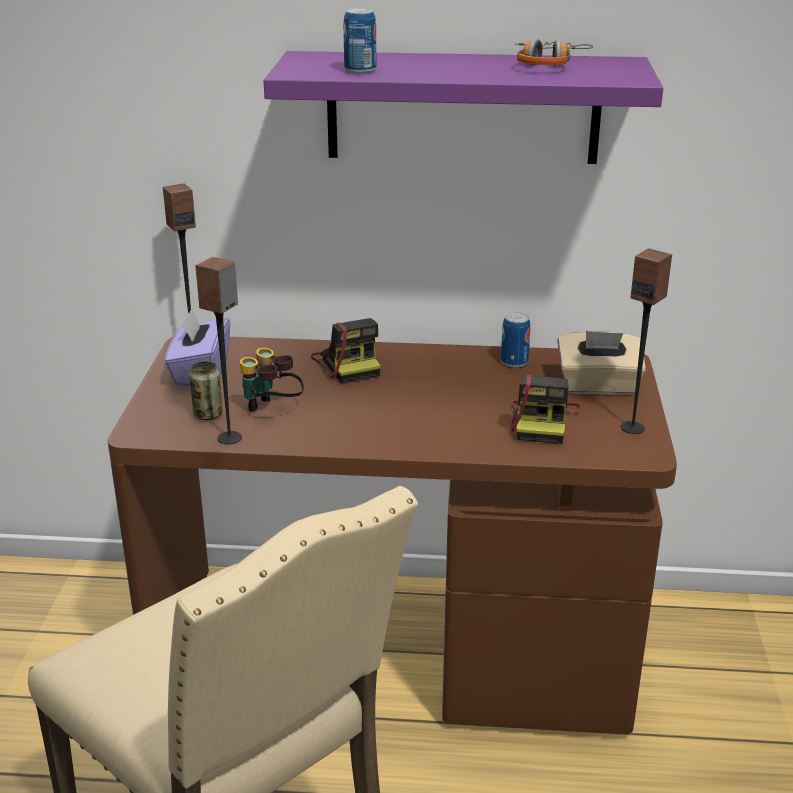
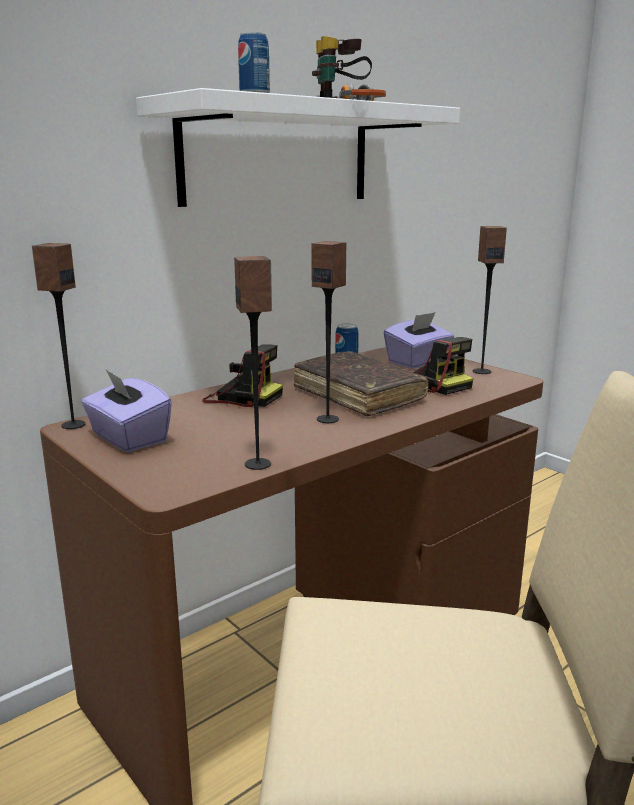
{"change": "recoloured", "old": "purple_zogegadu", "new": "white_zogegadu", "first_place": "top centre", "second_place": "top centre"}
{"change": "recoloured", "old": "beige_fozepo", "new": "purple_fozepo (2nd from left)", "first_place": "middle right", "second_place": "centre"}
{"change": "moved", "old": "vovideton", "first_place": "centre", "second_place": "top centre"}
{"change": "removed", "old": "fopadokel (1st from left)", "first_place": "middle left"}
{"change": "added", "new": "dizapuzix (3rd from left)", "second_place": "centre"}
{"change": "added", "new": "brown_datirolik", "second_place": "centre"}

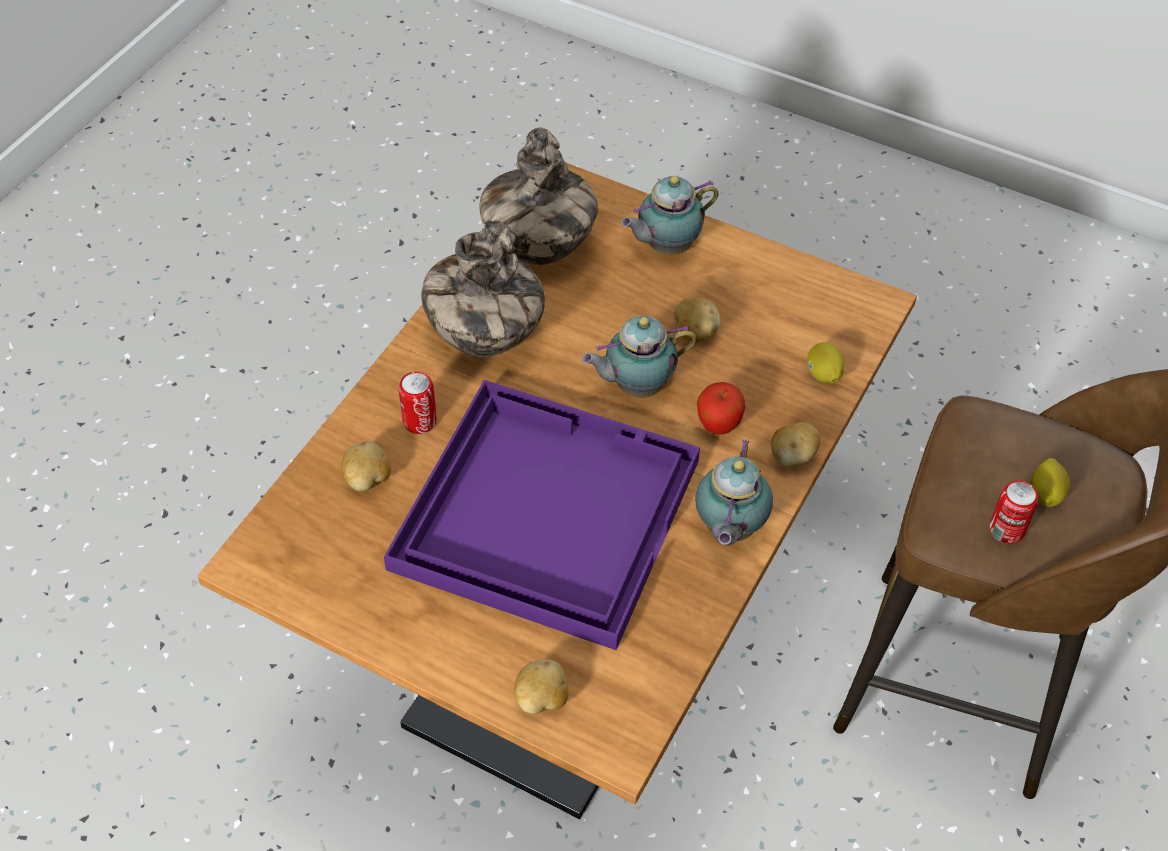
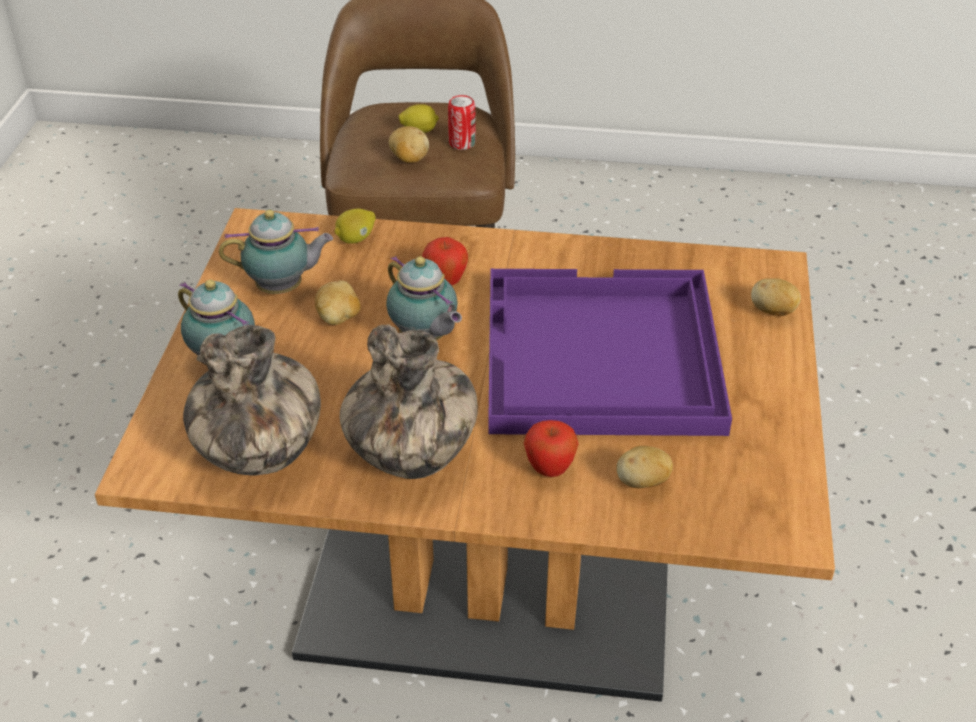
{"change": "replaced", "old": "fopadokel (1st from left)", "new": "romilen (2nd from left)", "first_place": "centre", "second_place": "centre"}
{"change": "moved", "old": "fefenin (4th from left in the first image)", "new": "fefenin (2nd from left)", "first_place": "middle right", "second_place": "top centre"}
{"change": "moved", "old": "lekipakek (3rd from left in the first image)", "new": "lekipakek (2nd from left)", "first_place": "centre", "second_place": "middle left"}

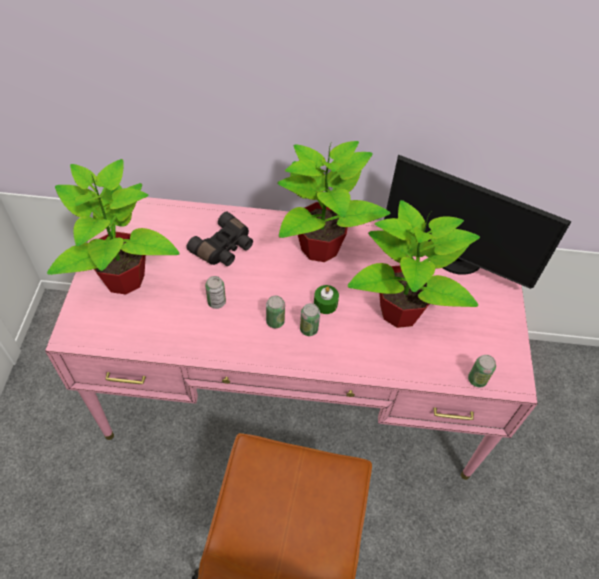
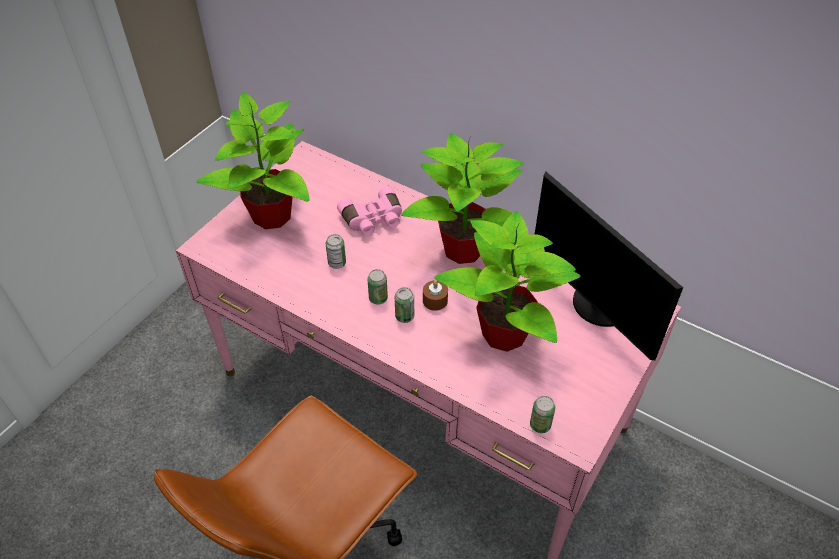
{"change": "recoloured", "old": "black_vovideton", "new": "pink_vovideton", "first_place": "centre", "second_place": "centre"}
{"change": "recoloured", "old": "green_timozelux", "new": "brown_timozelux", "first_place": "centre", "second_place": "centre"}

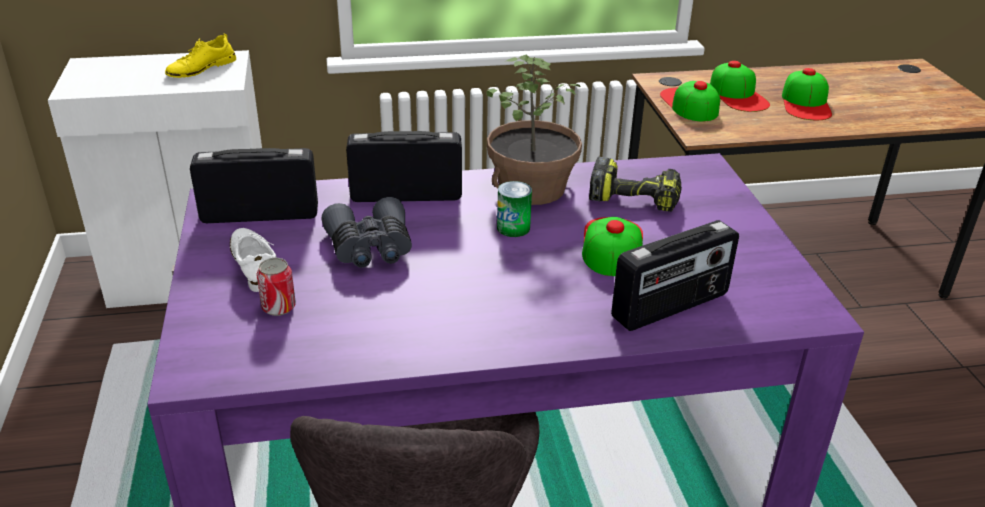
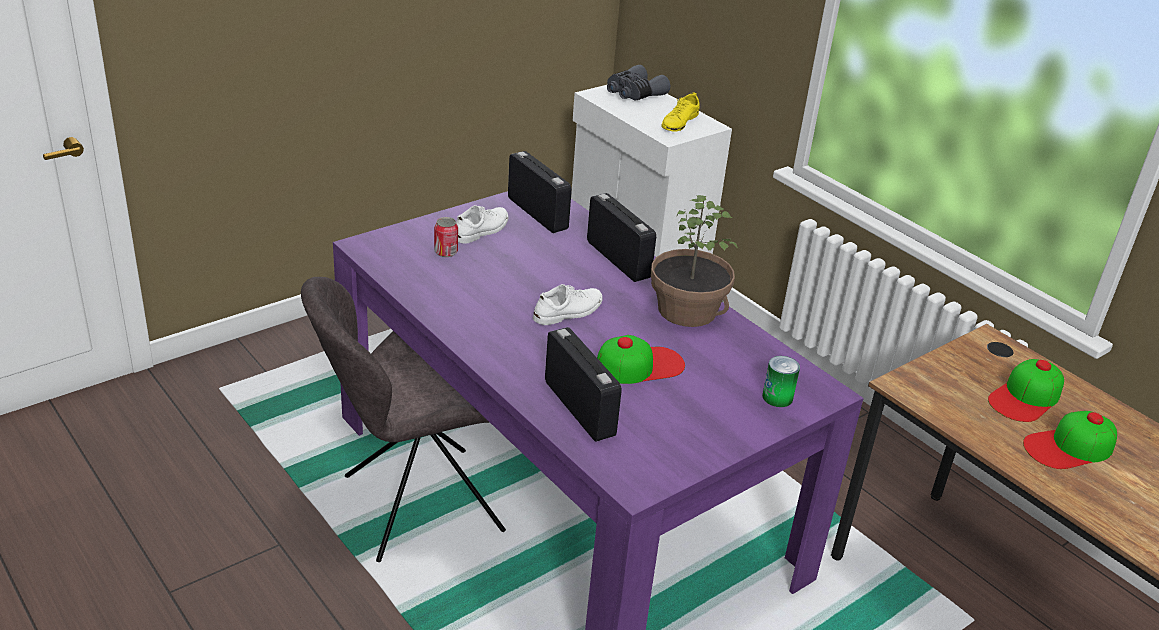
{"change": "turned", "old": "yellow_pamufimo", "first_place": "top left", "second_place": "top centre", "degrees": -75}
{"change": "removed", "old": "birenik (2nd from left)", "first_place": "top right"}
{"change": "removed", "old": "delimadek", "first_place": "centre"}
{"change": "moved", "old": "fopadokel (2nd from left)", "first_place": "centre", "second_place": "middle right"}
{"change": "moved", "old": "grey_vovideton", "first_place": "centre", "second_place": "top centre"}
{"change": "turned", "old": "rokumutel (3rd from left in the first image)", "first_place": "middle right", "second_place": "centre", "degrees": -150}
{"change": "added", "new": "white_pamufimo (2nd from left)", "second_place": "centre"}

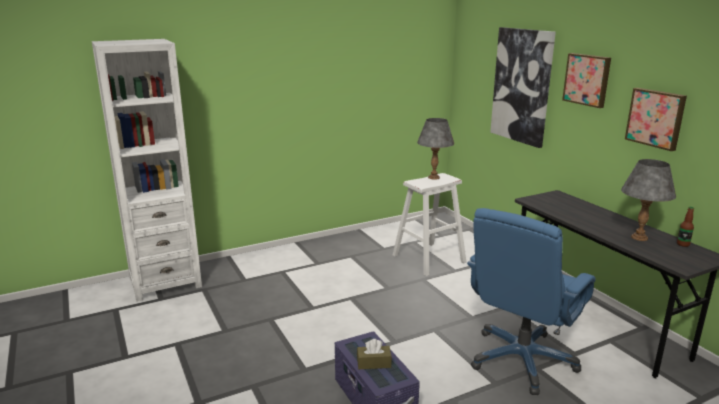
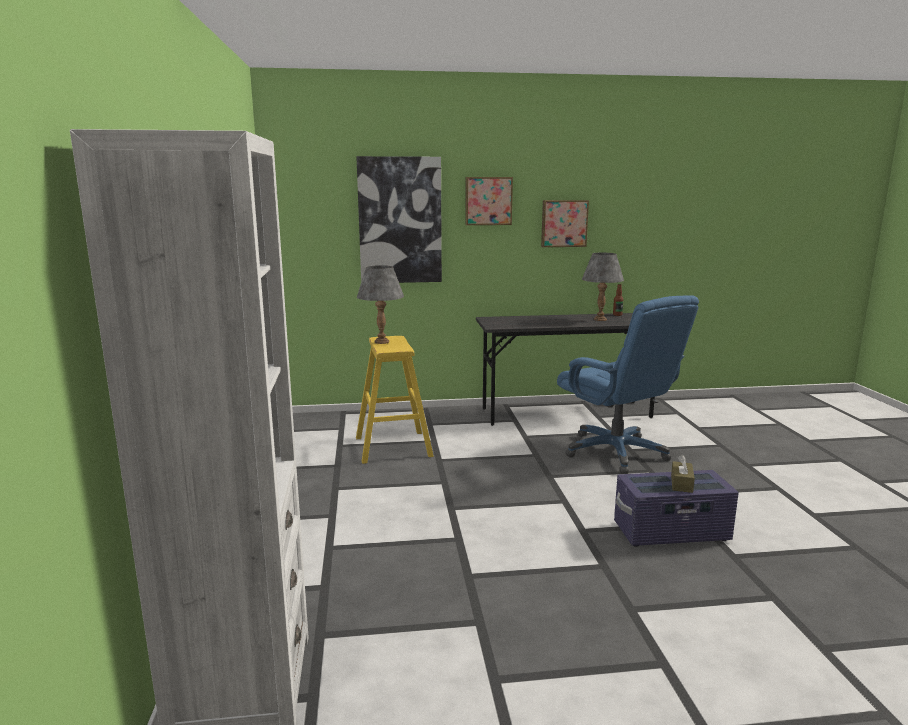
{"change": "recoloured", "old": "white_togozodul", "new": "yellow_togozodul", "first_place": "centre", "second_place": "centre"}

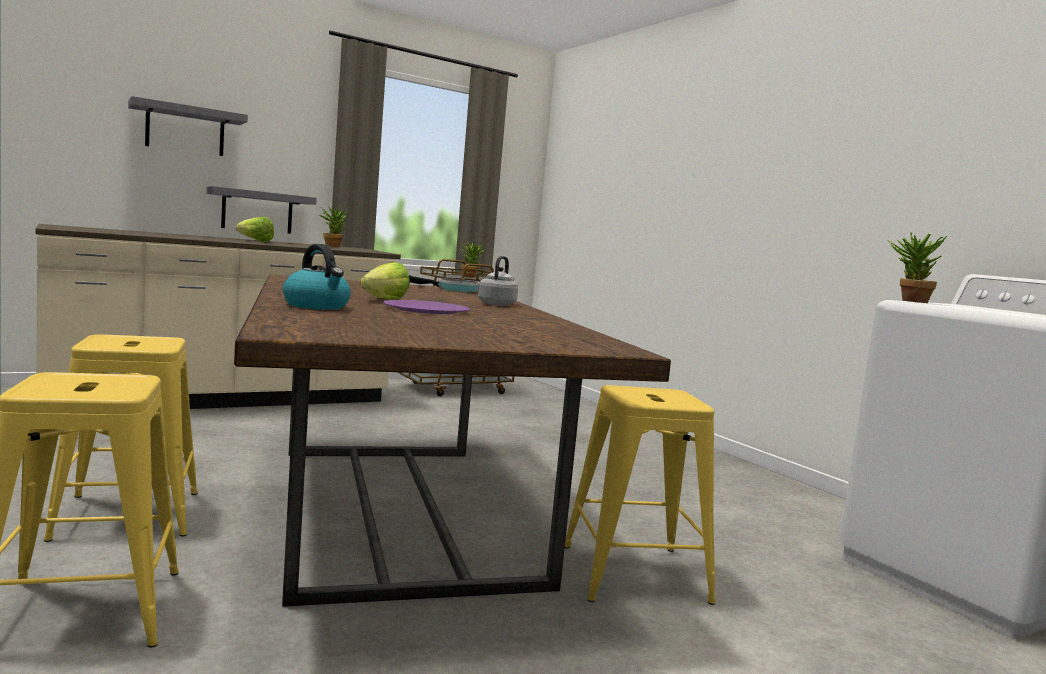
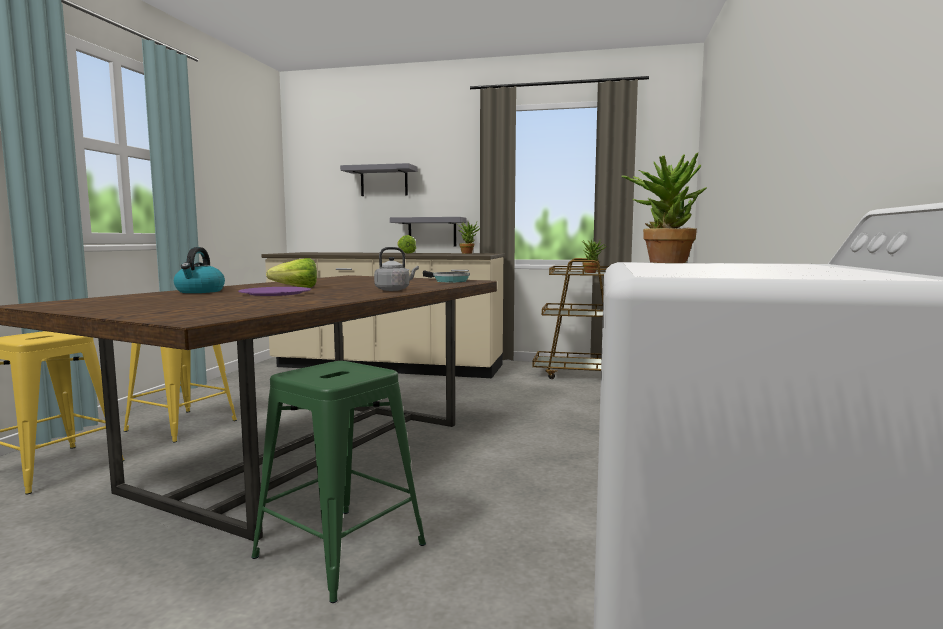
{"change": "recoloured", "old": "yellow_togozodul (3rd from left)", "new": "green_togozodul", "first_place": "bottom centre", "second_place": "bottom centre"}

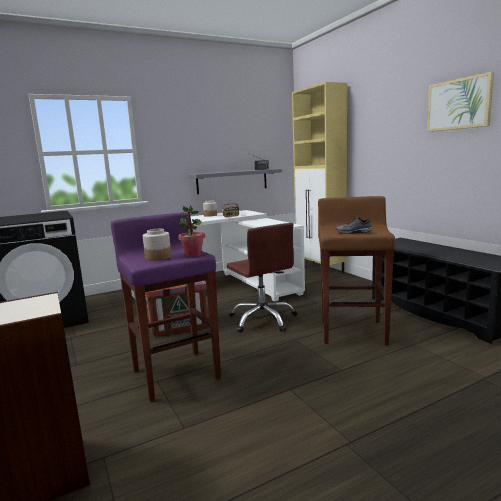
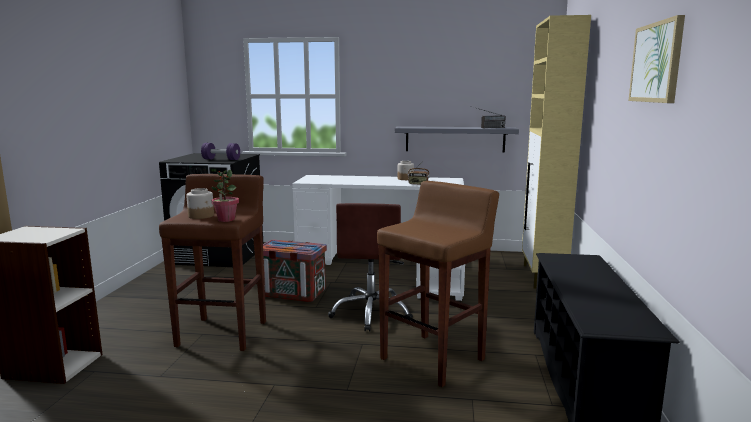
{"change": "recoloured", "old": "purple_togozodul", "new": "brown_togozodul (1st from left)", "first_place": "middle left", "second_place": "middle left"}
{"change": "removed", "old": "grey_pamufimo", "first_place": "middle right"}
{"change": "added", "new": "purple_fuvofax", "second_place": "middle left"}

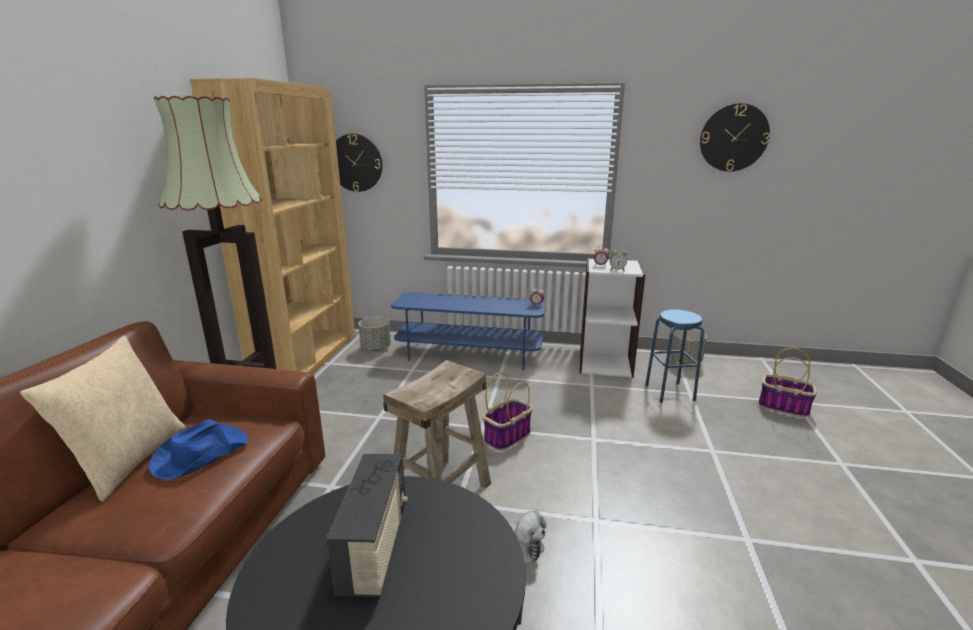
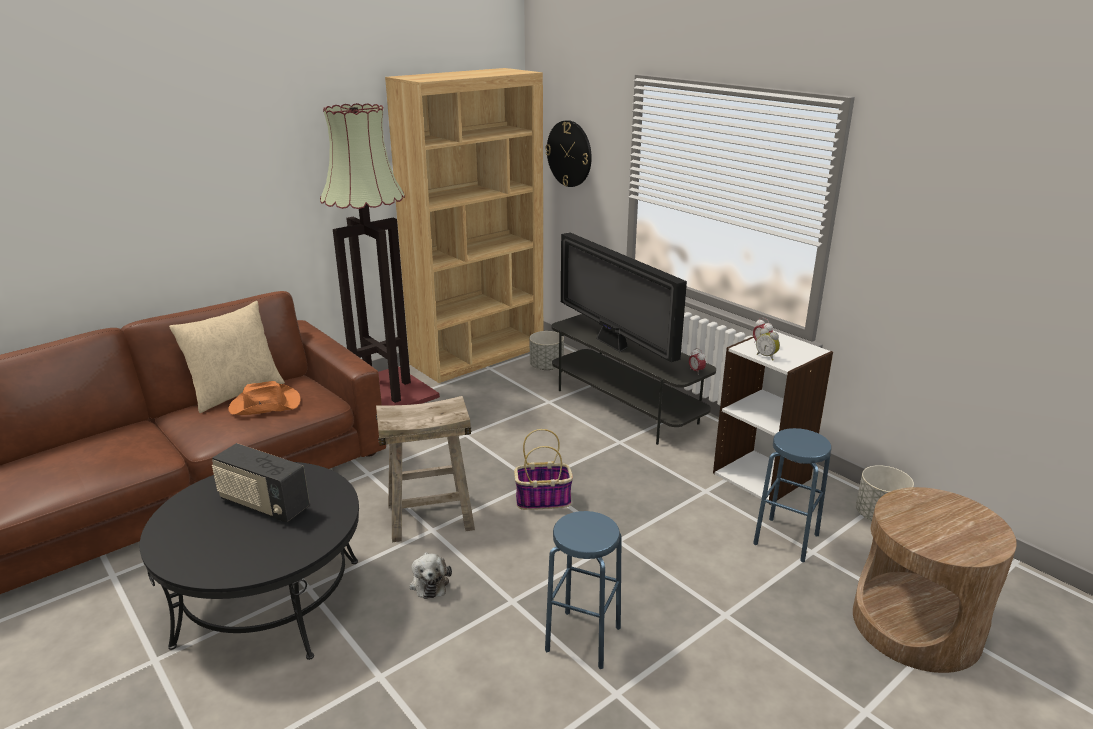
{"change": "removed", "old": "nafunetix (2nd from left)", "first_place": "top right"}
{"change": "recoloured", "old": "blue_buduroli", "new": "grey_buduroli", "first_place": "centre", "second_place": "centre"}
{"change": "replaced", "old": "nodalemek (2nd from left)", "new": "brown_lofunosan", "first_place": "middle right", "second_place": "bottom right"}
{"change": "recoloured", "old": "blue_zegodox", "new": "orange_zegodox", "first_place": "bottom left", "second_place": "middle left"}
{"change": "turned", "old": "rokumutel", "first_place": "bottom centre", "second_place": "middle left", "degrees": 75}
{"change": "added", "new": "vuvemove", "second_place": "centre"}
{"change": "added", "new": "blue_togozodul (1st from left)", "second_place": "bottom centre"}

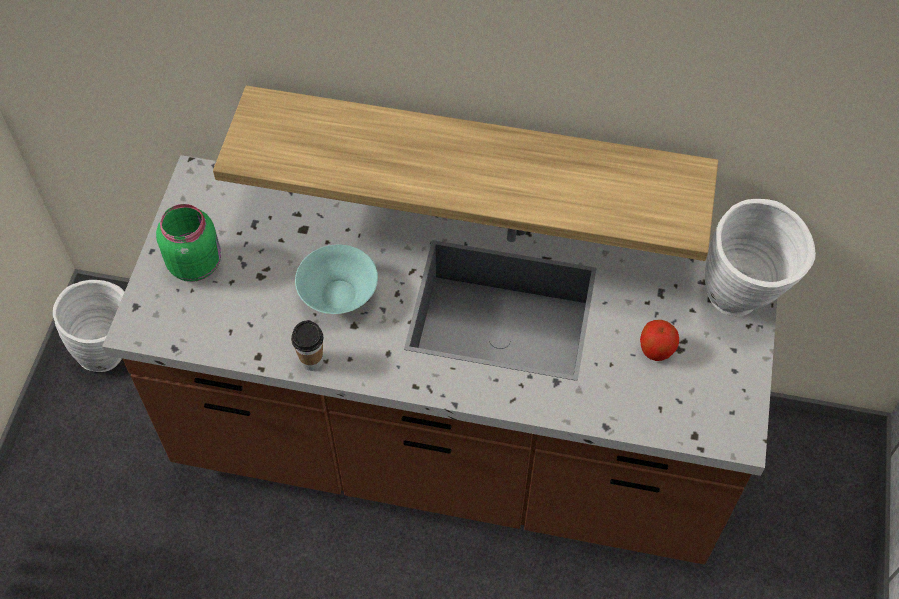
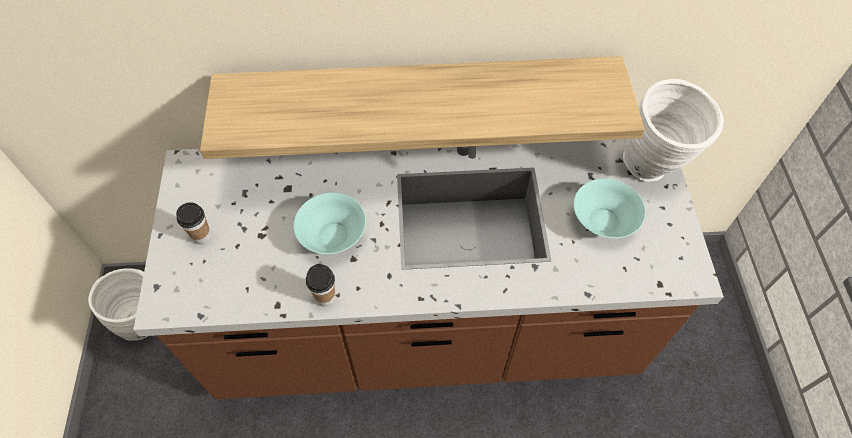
{"change": "replaced", "old": "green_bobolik", "new": "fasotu (1st from left)", "first_place": "middle left", "second_place": "middle left"}
{"change": "replaced", "old": "romilen", "new": "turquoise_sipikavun (2nd from left)", "first_place": "middle right", "second_place": "middle right"}

